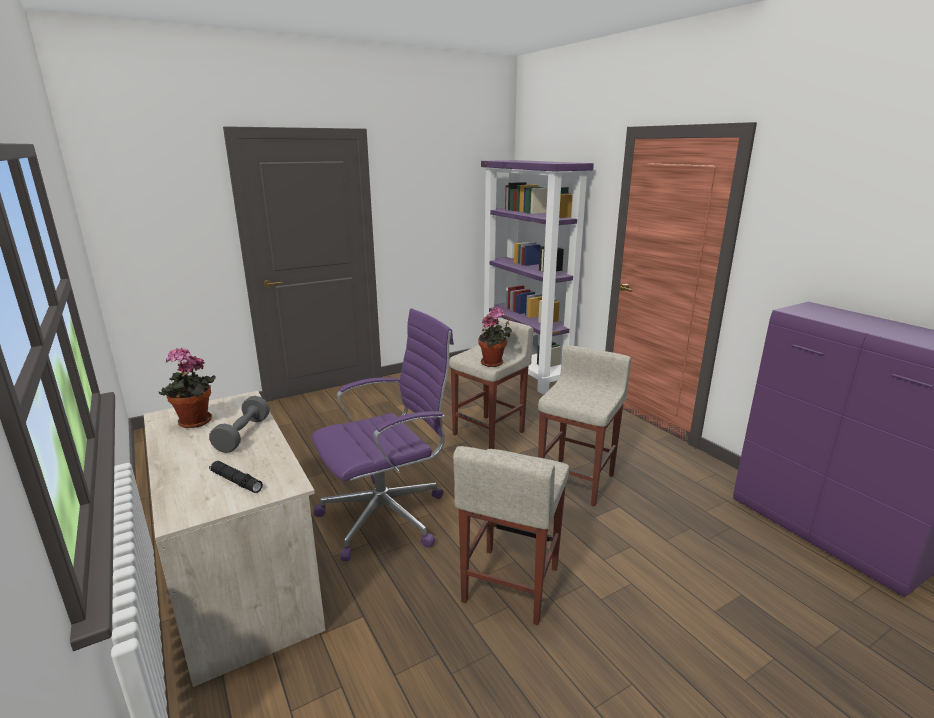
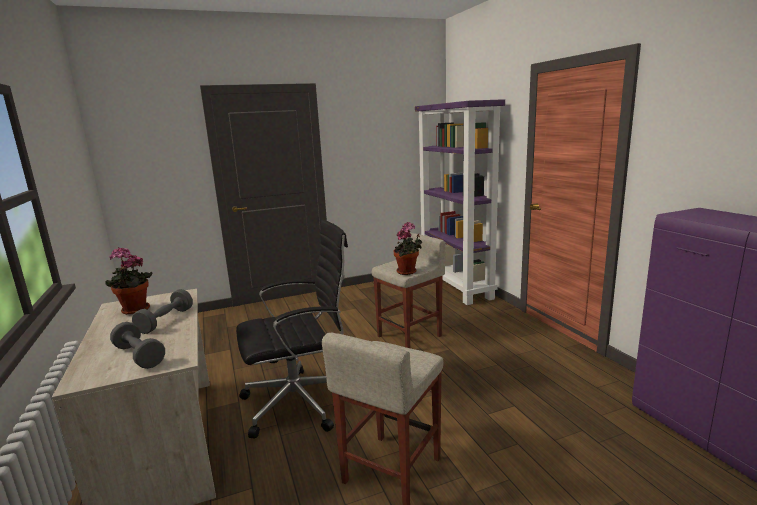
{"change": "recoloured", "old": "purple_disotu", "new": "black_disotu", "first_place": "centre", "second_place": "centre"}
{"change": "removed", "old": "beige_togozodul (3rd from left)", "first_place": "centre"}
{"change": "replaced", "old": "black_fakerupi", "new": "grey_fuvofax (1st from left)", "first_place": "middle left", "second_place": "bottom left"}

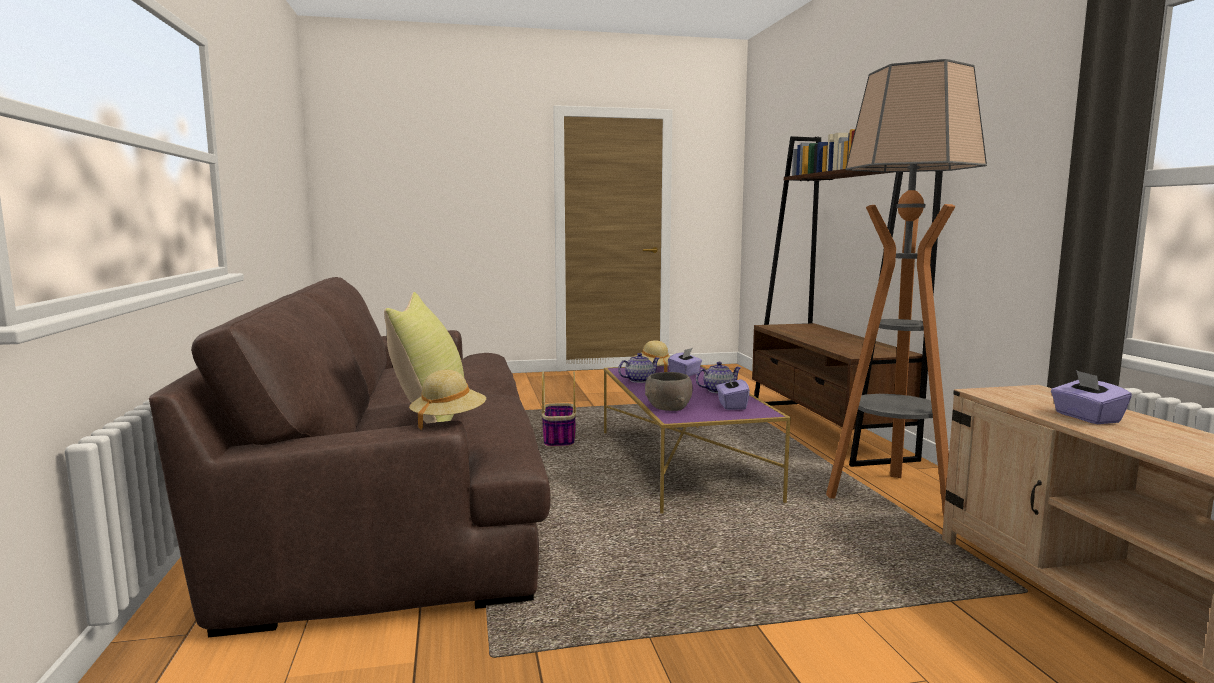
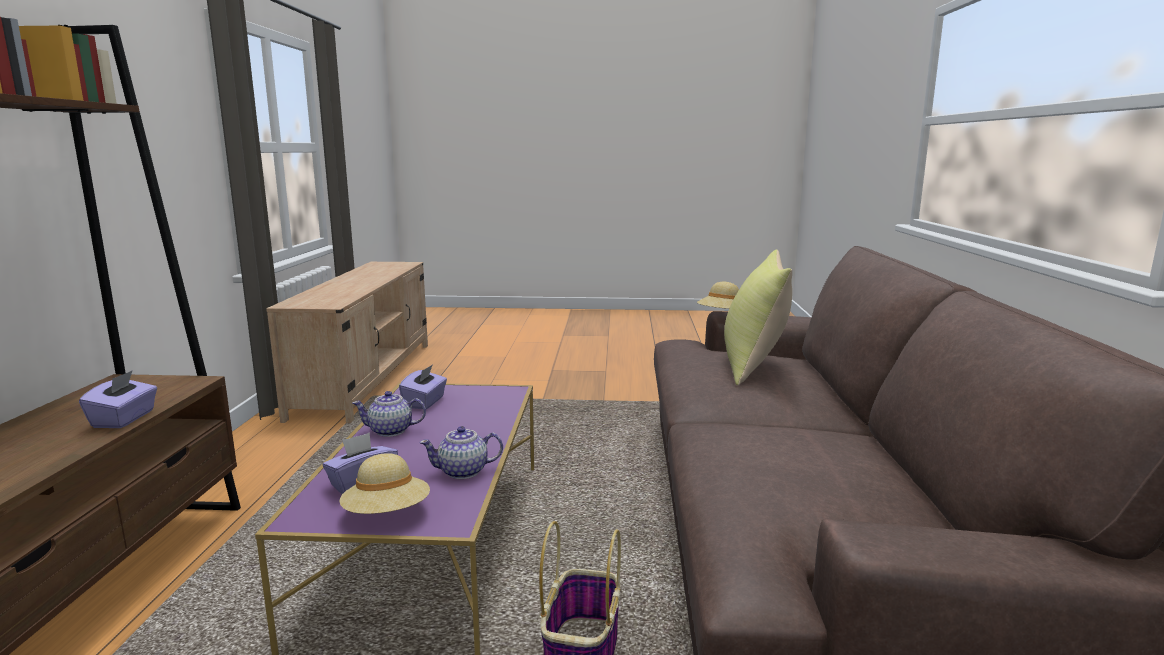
{"change": "removed", "old": "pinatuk", "first_place": "middle right"}
{"change": "moved", "old": "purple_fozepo (3rd from left in the first image)", "new": "purple_fozepo (1st from left)", "first_place": "middle right", "second_place": "middle left"}
{"change": "removed", "old": "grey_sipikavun", "first_place": "centre"}

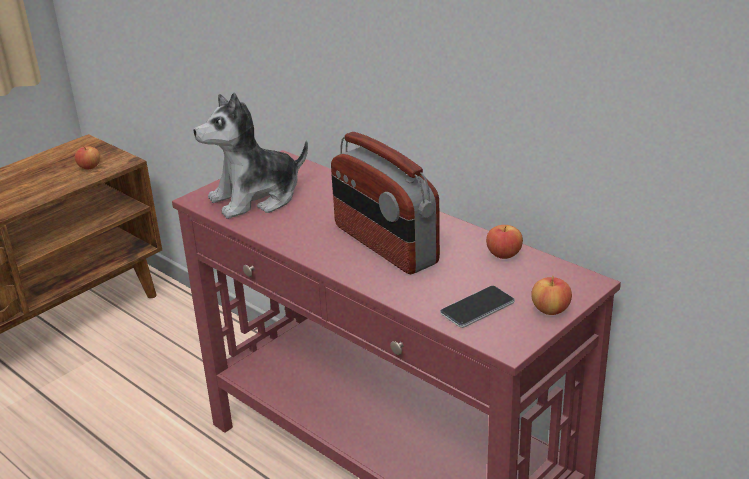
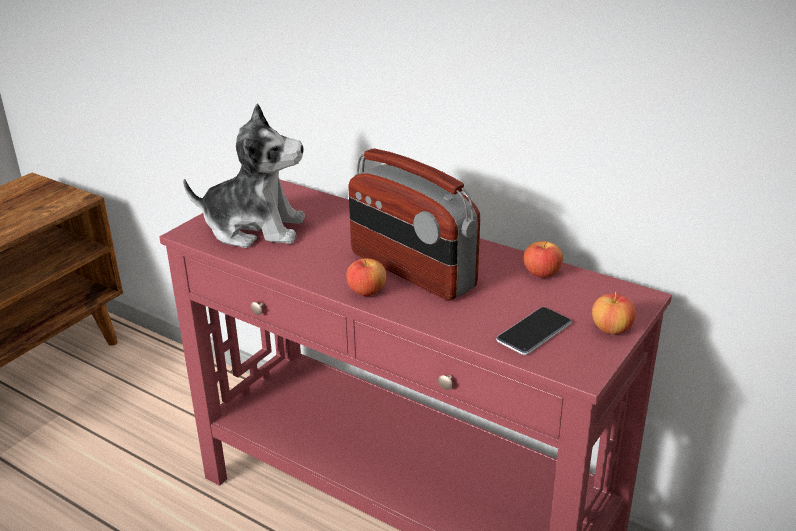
{"change": "turned", "old": "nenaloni", "first_place": "top centre", "second_place": "top left", "degrees": -135}
{"change": "moved", "old": "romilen (1st from left)", "first_place": "top left", "second_place": "centre"}

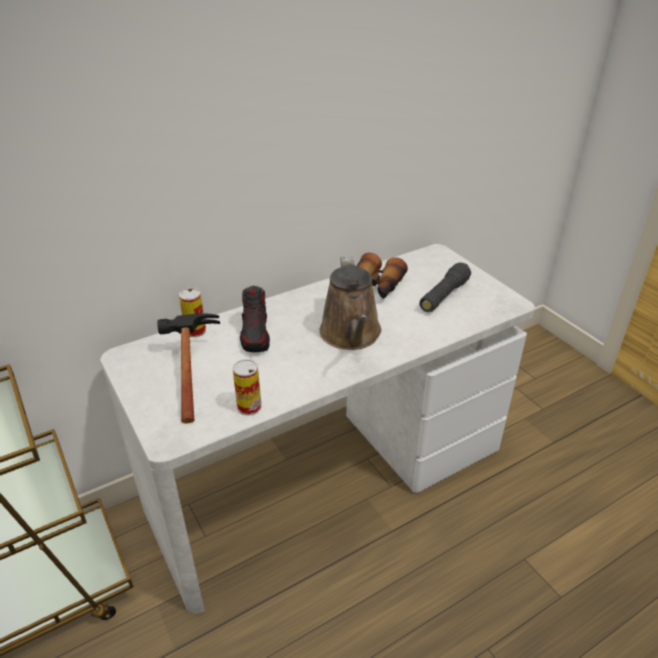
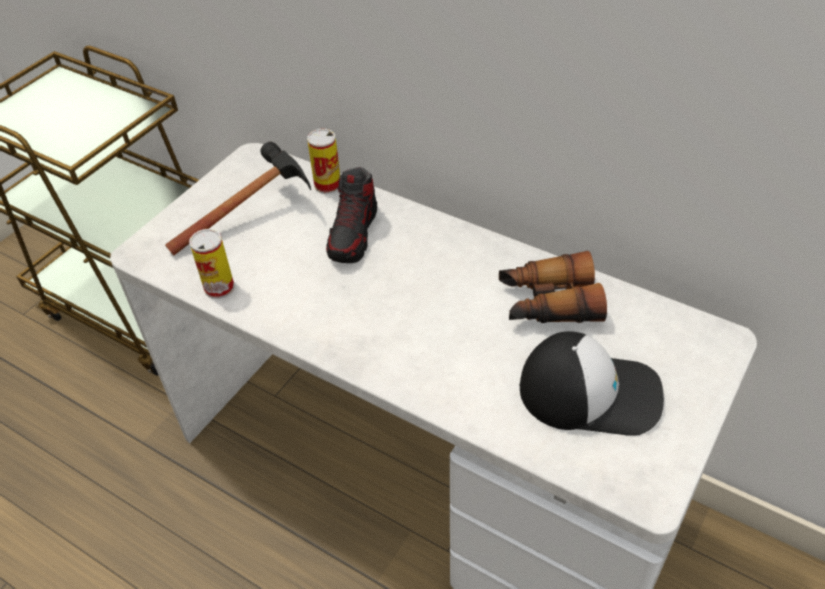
{"change": "removed", "old": "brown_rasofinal", "first_place": "centre"}
{"change": "replaced", "old": "black_fakerupi", "new": "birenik", "first_place": "middle right", "second_place": "middle right"}
{"change": "turned", "old": "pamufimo", "first_place": "centre", "second_place": "centre", "degrees": -45}

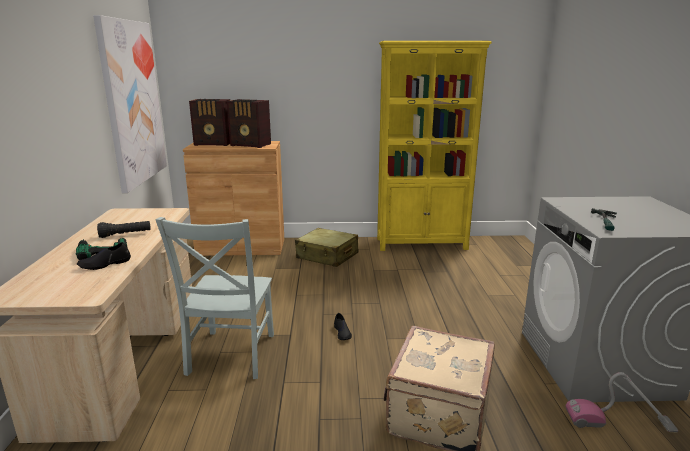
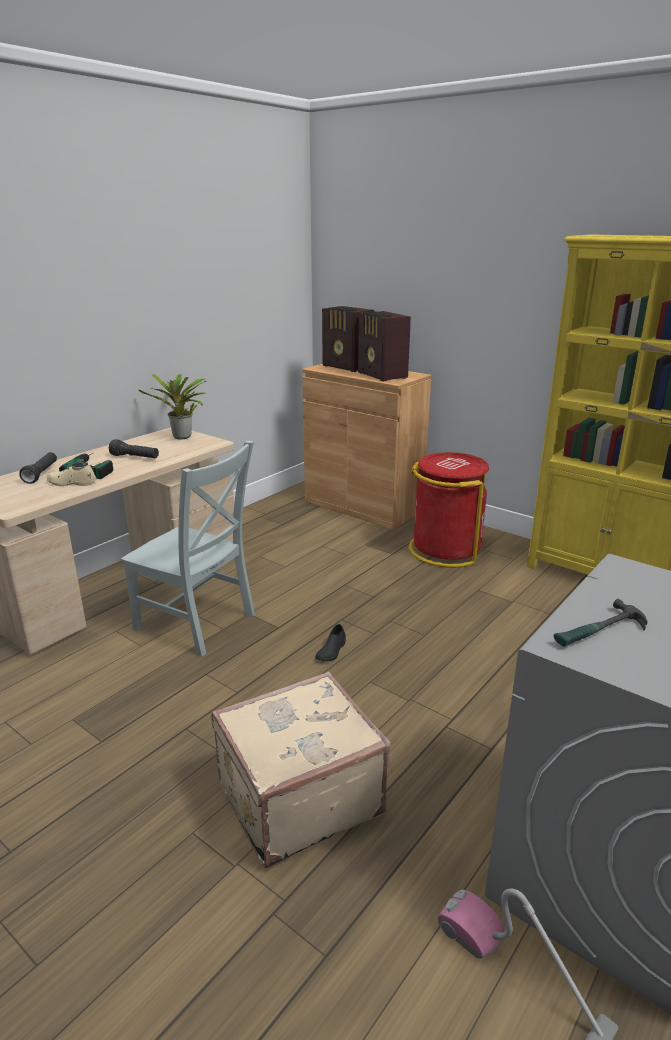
{"change": "removed", "old": "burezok", "first_place": "top left"}
{"change": "turned", "old": "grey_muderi", "first_place": "middle left", "second_place": "middle left", "degrees": -105}
{"change": "replaced", "old": "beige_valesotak (1st from left)", "new": "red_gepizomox", "first_place": "centre", "second_place": "middle right"}
{"change": "recoloured", "old": "black_pamufimo (1st from left)", "new": "beige_pamufimo", "first_place": "middle left", "second_place": "middle left"}
{"change": "added", "new": "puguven", "second_place": "middle left"}
{"change": "added", "new": "black_fakerupi (1st from left)", "second_place": "middle left"}

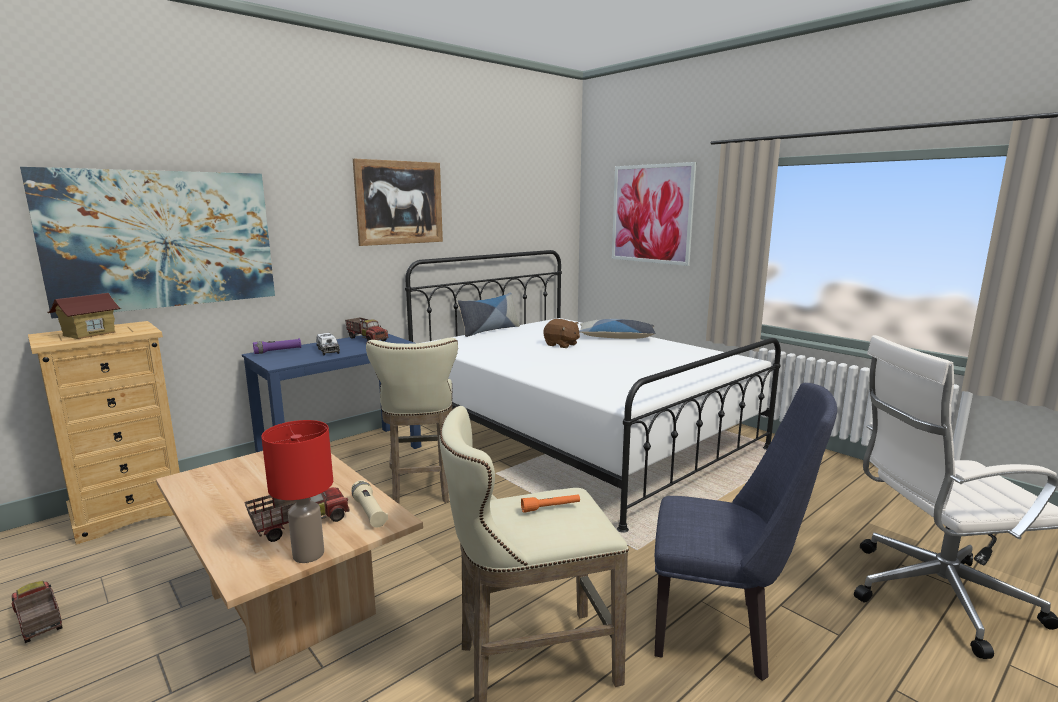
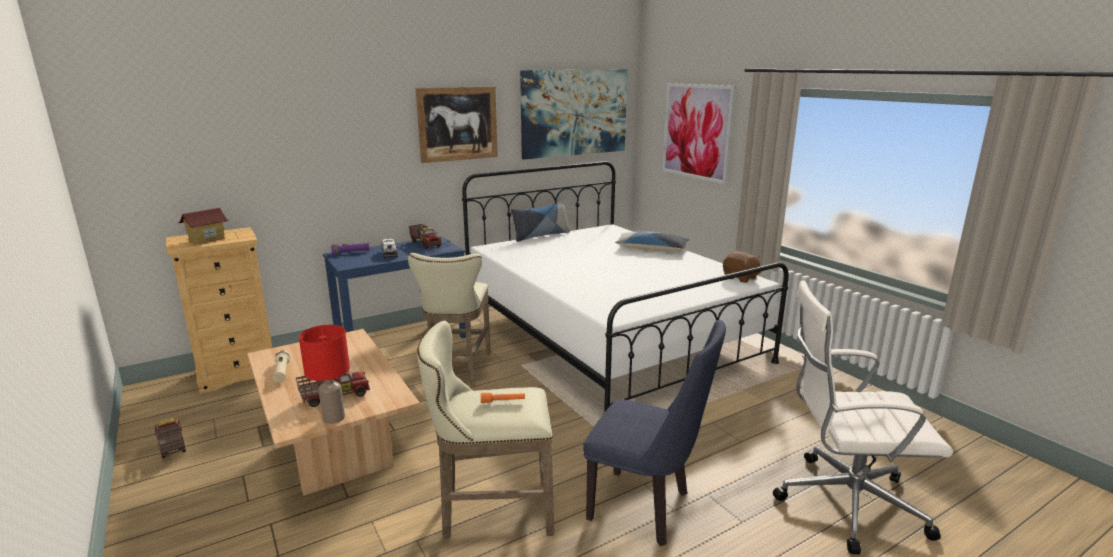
{"change": "moved", "old": "burezok (1st from left in the first image)", "new": "burezok (2nd from left)", "first_place": "middle left", "second_place": "top centre"}
{"change": "moved", "old": "brown_nenaloni", "first_place": "centre", "second_place": "middle right"}
{"change": "moved", "old": "beige_fakerupi", "first_place": "bottom centre", "second_place": "middle left"}

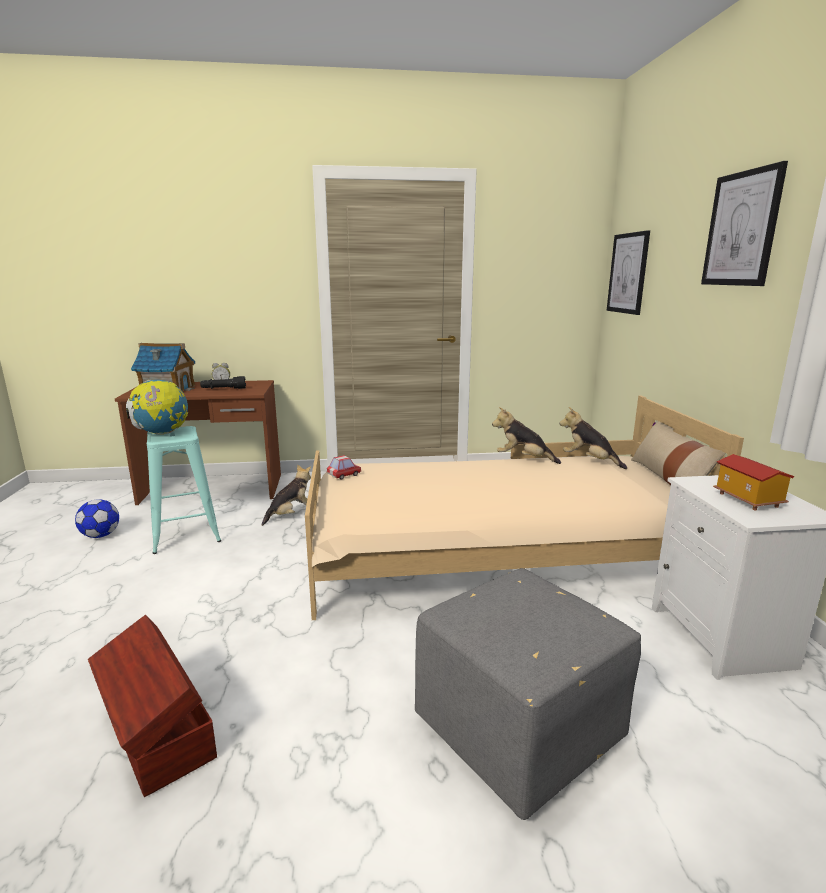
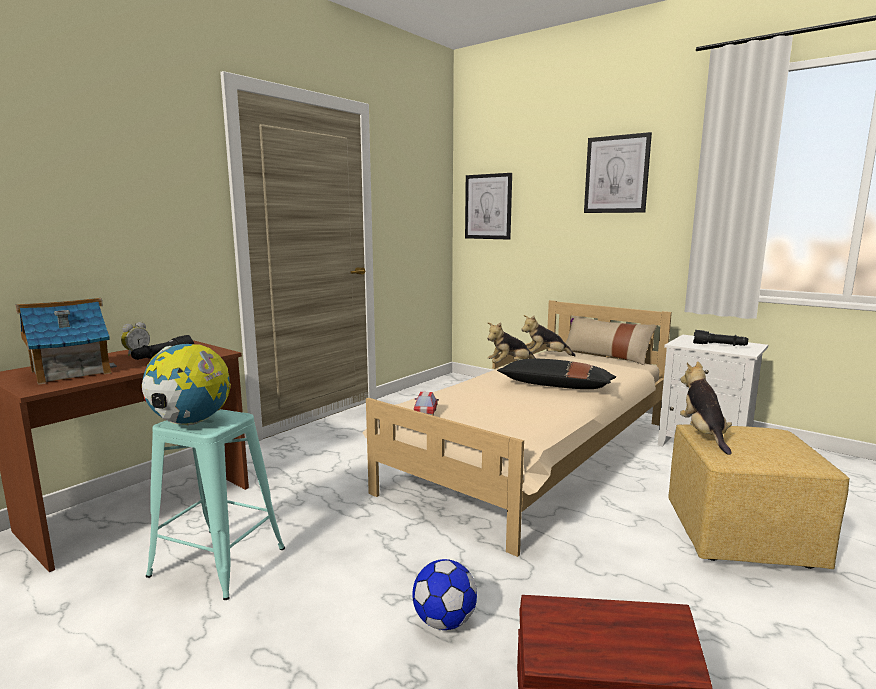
{"change": "replaced", "old": "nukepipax (2nd from left)", "new": "black_fakerupi (2nd from left)", "first_place": "middle right", "second_place": "middle right"}
{"change": "moved", "old": "nenaloni (1st from left in the first image)", "new": "nenaloni (3rd from left)", "first_place": "centre", "second_place": "middle right"}
{"change": "moved", "old": "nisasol", "first_place": "middle left", "second_place": "bottom centre"}
{"change": "recoloured", "old": "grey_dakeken", "new": "yellow_dakeken", "first_place": "bottom centre", "second_place": "bottom right"}
{"change": "added", "new": "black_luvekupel", "second_place": "centre"}

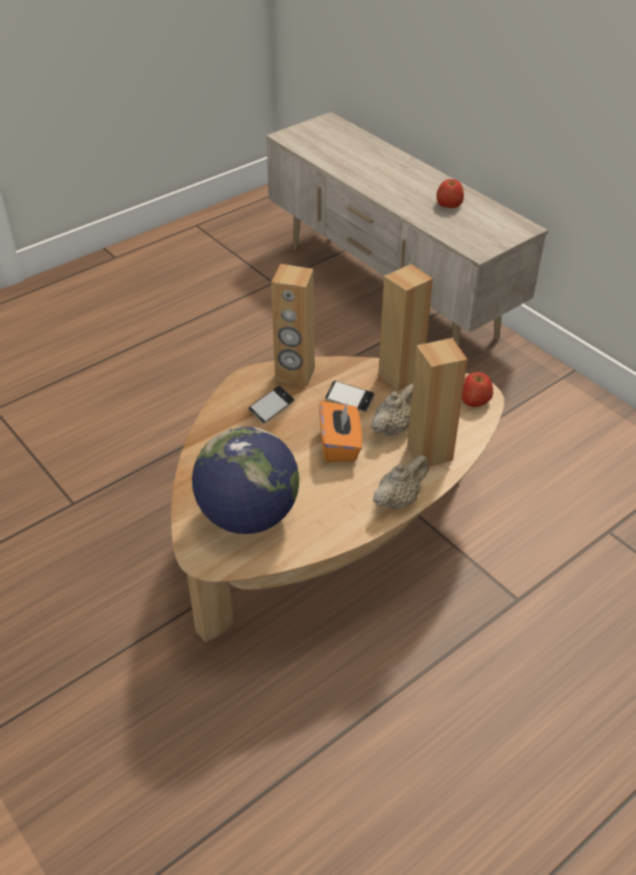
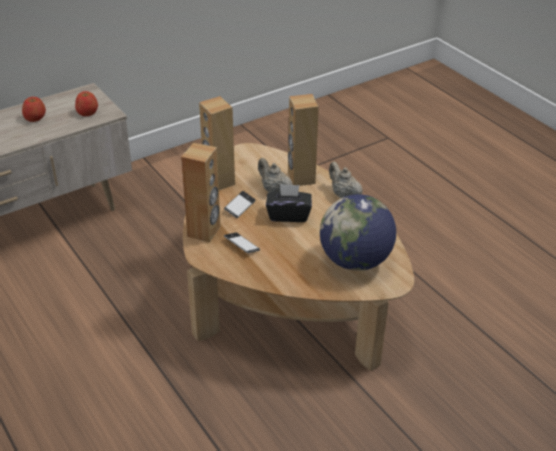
{"change": "moved", "old": "romilen (2nd from left)", "first_place": "middle right", "second_place": "top left"}
{"change": "recoloured", "old": "orange_fozepo", "new": "black_fozepo", "first_place": "centre", "second_place": "centre"}

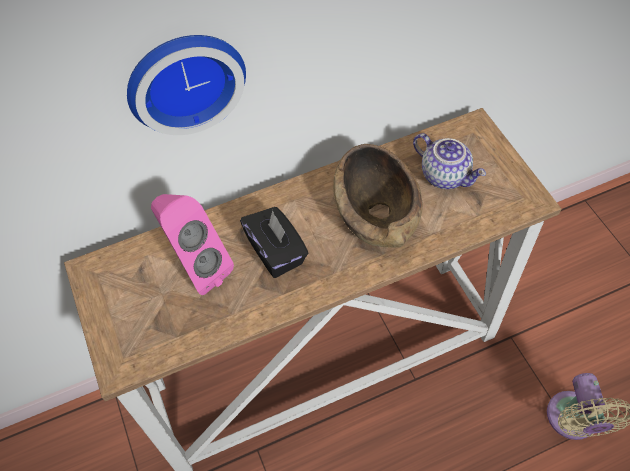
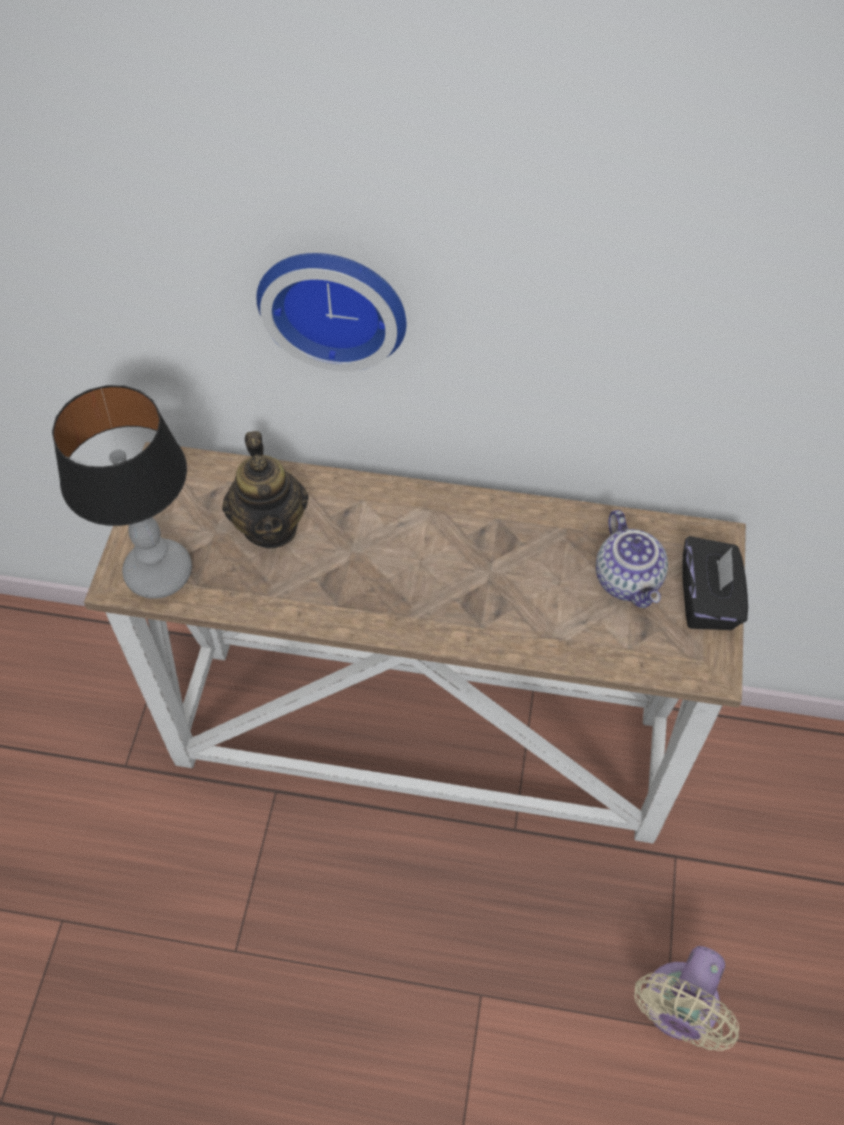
{"change": "removed", "old": "brown_sipikavun", "first_place": "centre"}
{"change": "replaced", "old": "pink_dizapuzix", "new": "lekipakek (1st from left)", "first_place": "middle left", "second_place": "middle left"}
{"change": "moved", "old": "black_fozepo", "first_place": "centre", "second_place": "middle right"}
{"change": "added", "new": "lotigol", "second_place": "middle left"}

